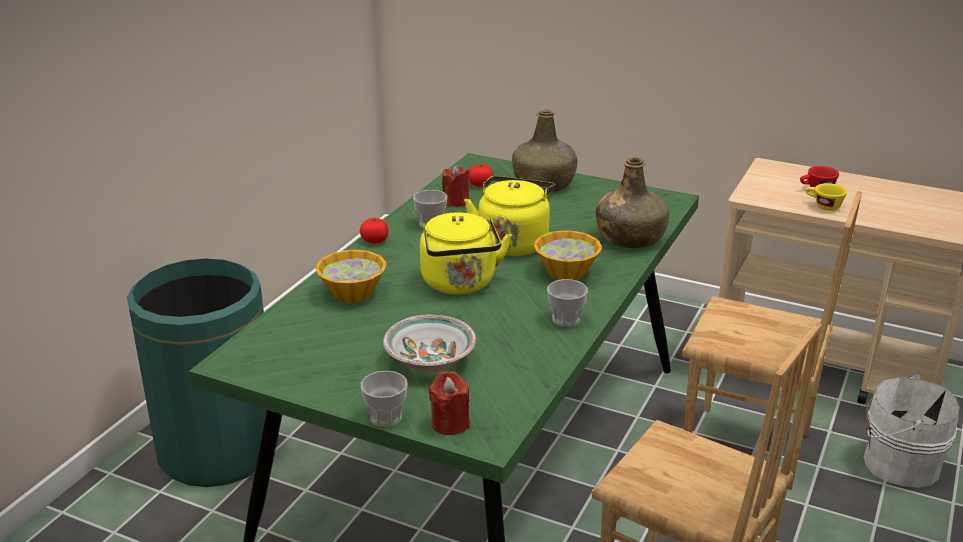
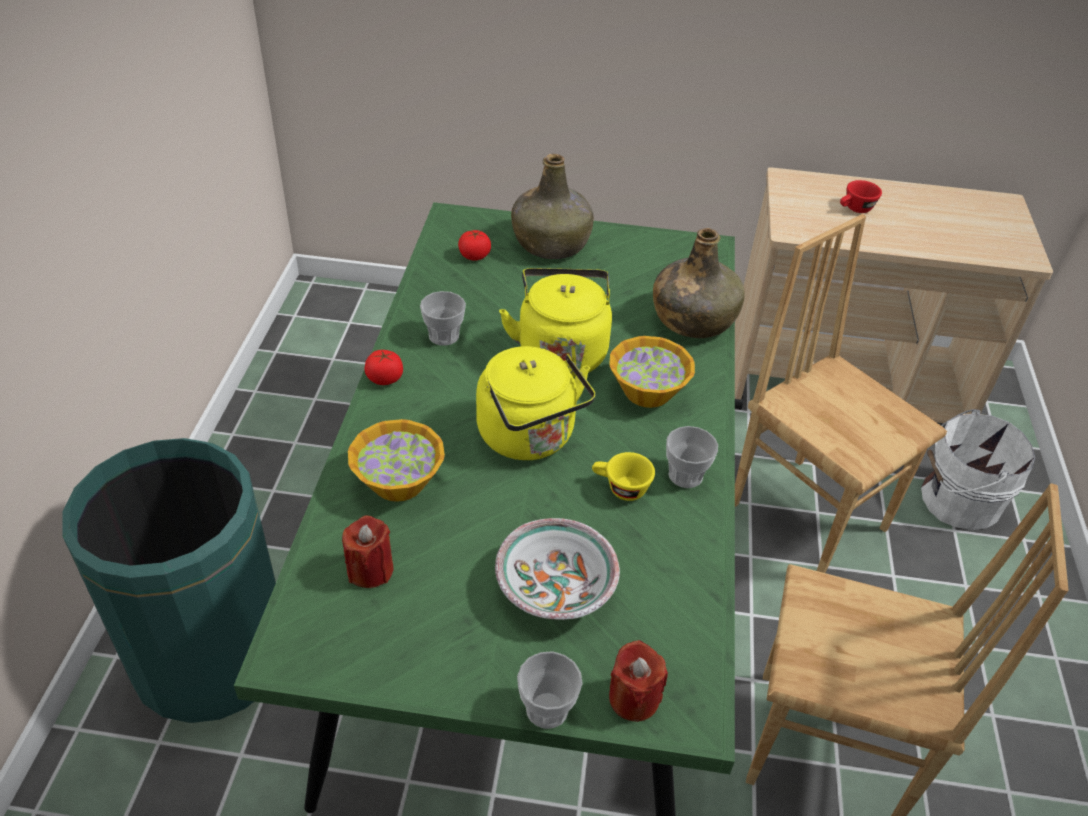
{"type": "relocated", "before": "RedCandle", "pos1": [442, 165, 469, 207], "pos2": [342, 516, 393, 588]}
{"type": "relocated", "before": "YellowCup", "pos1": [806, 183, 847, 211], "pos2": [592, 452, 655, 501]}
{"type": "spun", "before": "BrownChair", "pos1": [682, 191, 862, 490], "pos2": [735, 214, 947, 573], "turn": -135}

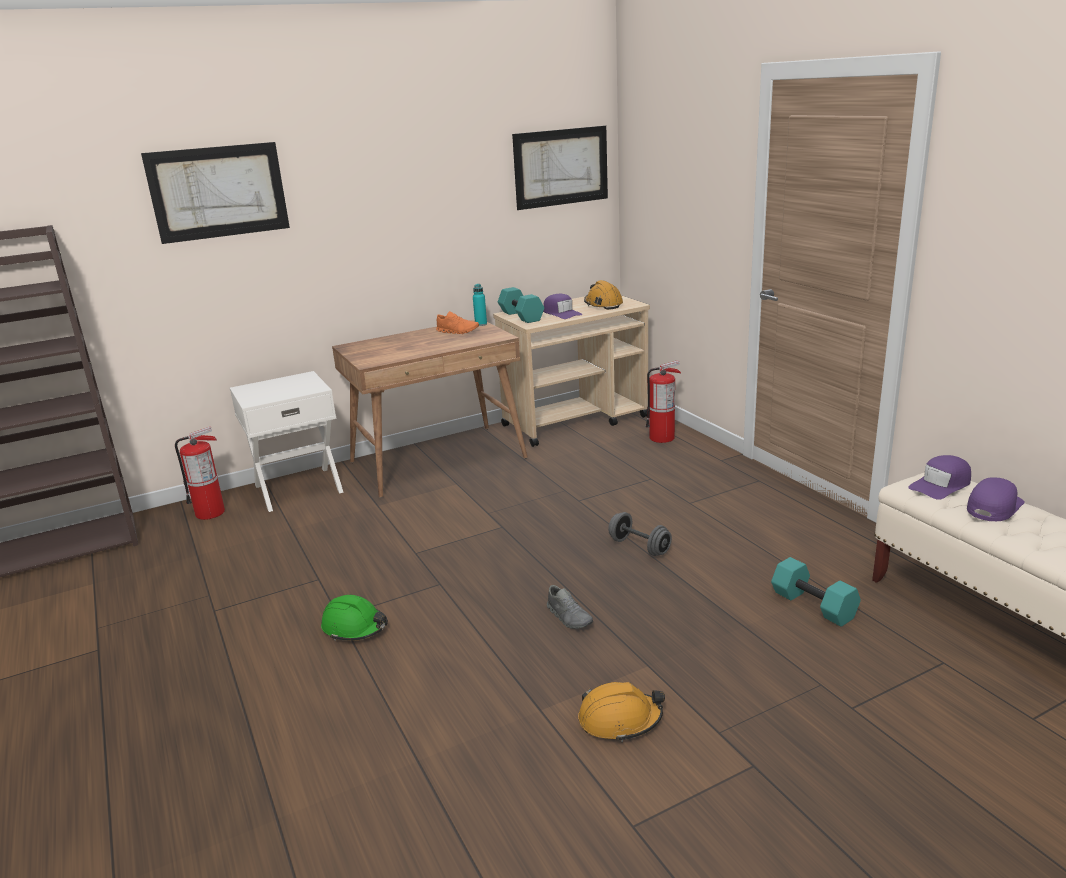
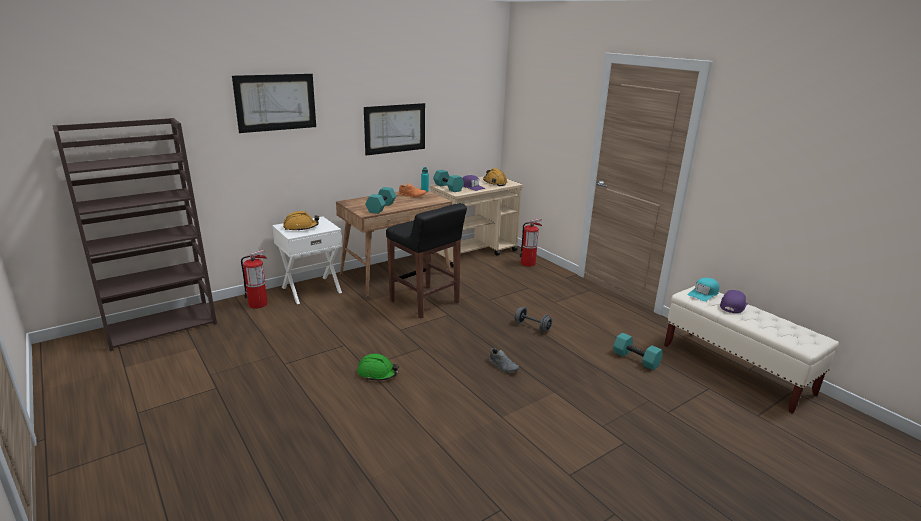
{"type": "appeared", "after": "TurquoiseDumbbell", "pos2": [365, 187, 396, 214]}
{"type": "appeared", "after": "BlackStool", "pos2": [386, 203, 467, 318]}
{"type": "relocated", "before": "Picture", "pos1": [512, 126, 608, 210], "pos2": [364, 103, 425, 156]}
{"type": "relocated", "before": "OrangeHardHat", "pos1": [578, 682, 665, 742], "pos2": [283, 211, 319, 231]}
{"type": "colour", "before": "PurpleCap", "after": "TurquoiseCap", "pos1": [908, 455, 971, 500], "pos2": [688, 278, 719, 301]}

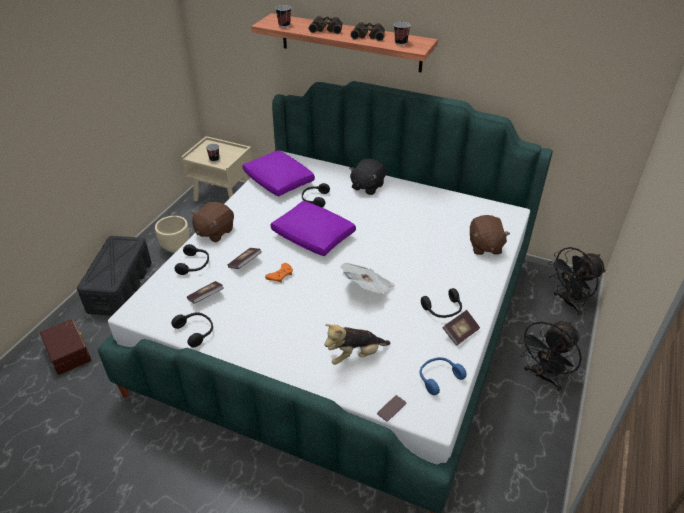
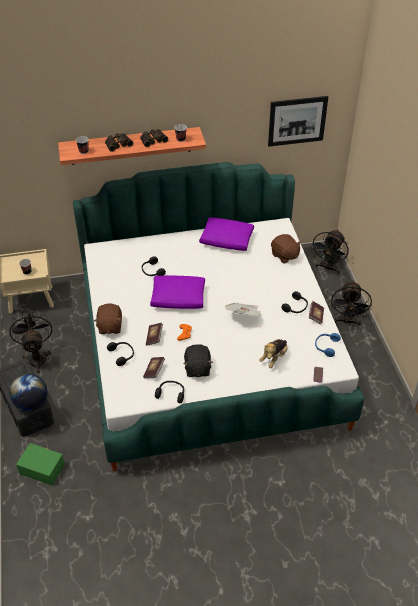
{"type": "appeared", "after": "Globe", "pos2": [9, 374, 48, 411]}
{"type": "appeared", "after": "Picture", "pos2": [268, 96, 328, 147]}
{"type": "relocated", "before": "PurplePillow", "pos1": [242, 150, 315, 197], "pos2": [199, 217, 254, 251]}
{"type": "relocated", "before": "BlackPlushToy", "pos1": [349, 159, 386, 195], "pos2": [183, 344, 213, 377]}
{"type": "exchanged", "before": "BeigePlanter", "after": "BlackFan", "pos1": [155, 216, 189, 253], "pos2": [9, 310, 52, 373]}
{"type": "colour", "before": "BrownStorageBox", "after": "GreenStorageBox", "pos1": [40, 319, 91, 375], "pos2": [16, 443, 65, 485]}

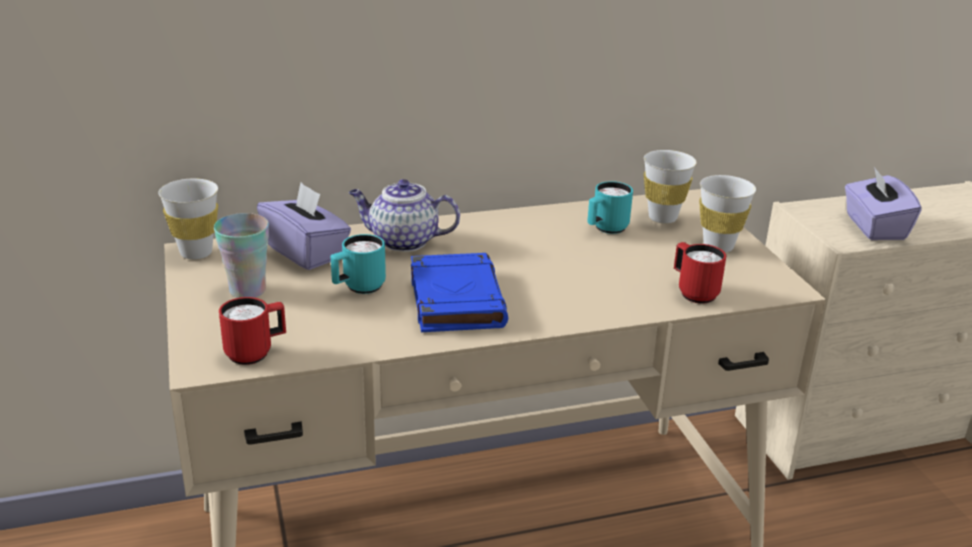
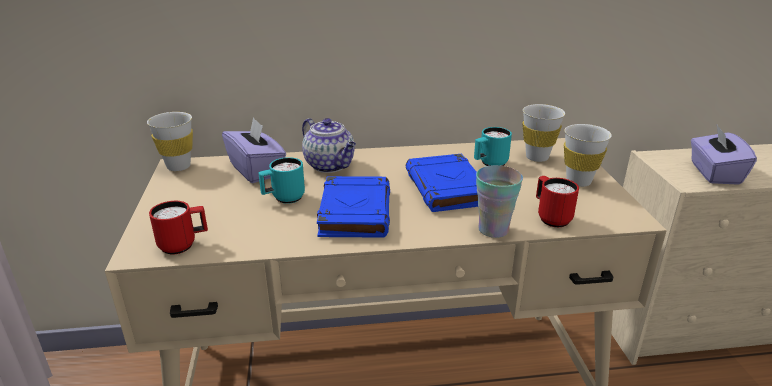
{"type": "appeared", "after": "BlueBook", "pos2": [406, 154, 478, 212]}
{"type": "relocated", "before": "Cup", "pos1": [214, 213, 269, 298], "pos2": [476, 165, 523, 238]}
{"type": "spun", "before": "Teapot", "pos1": [349, 179, 460, 252], "pos2": [302, 118, 356, 173], "turn": -150}

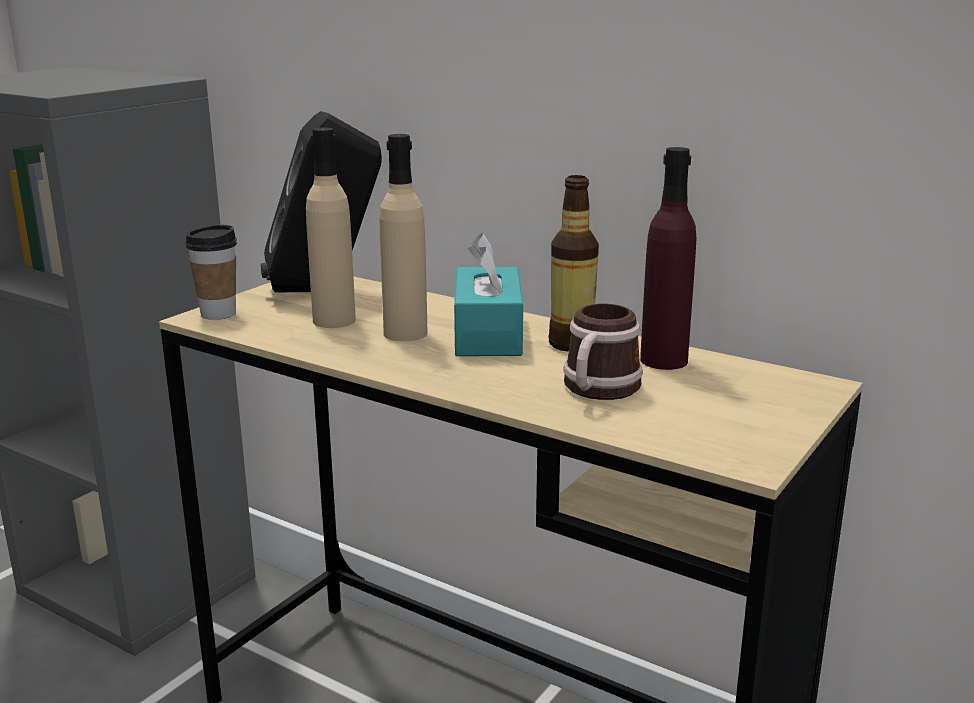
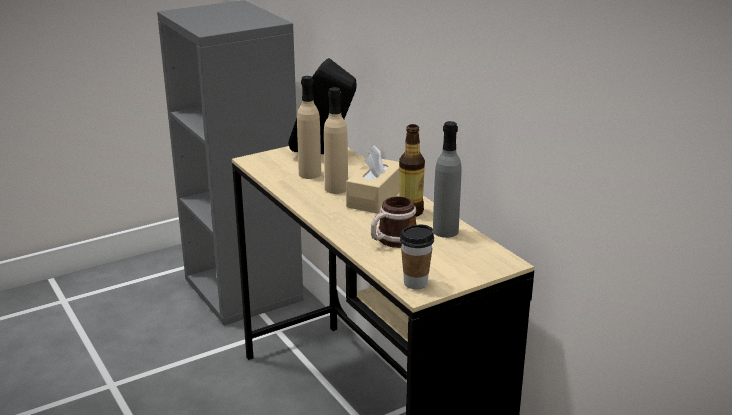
{"type": "relocated", "before": "Cup", "pos1": [185, 225, 237, 320], "pos2": [400, 225, 434, 289]}
{"type": "colour", "before": "TurquoiseTissueBox", "after": "BeigeTissueBox", "pos1": [454, 233, 523, 356], "pos2": [346, 145, 399, 214]}
{"type": "colour", "before": "PurpleBottle", "after": "GreyBottle", "pos1": [640, 147, 696, 370], "pos2": [433, 121, 462, 238]}

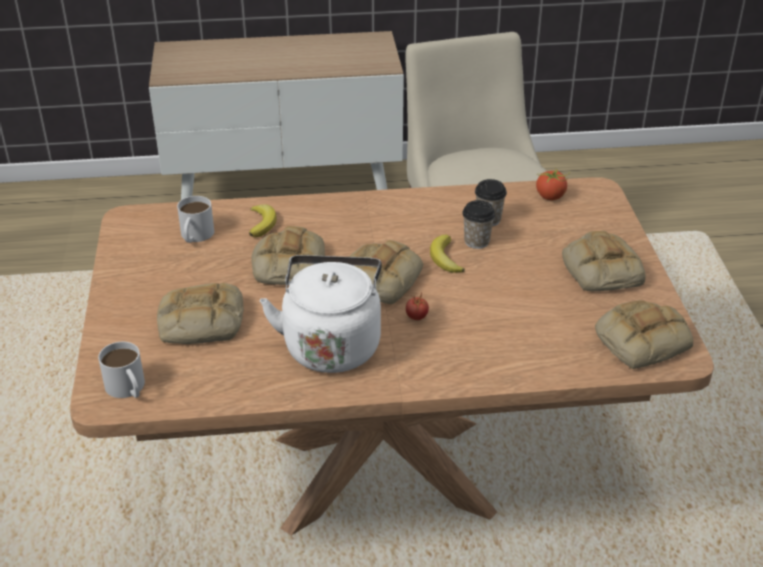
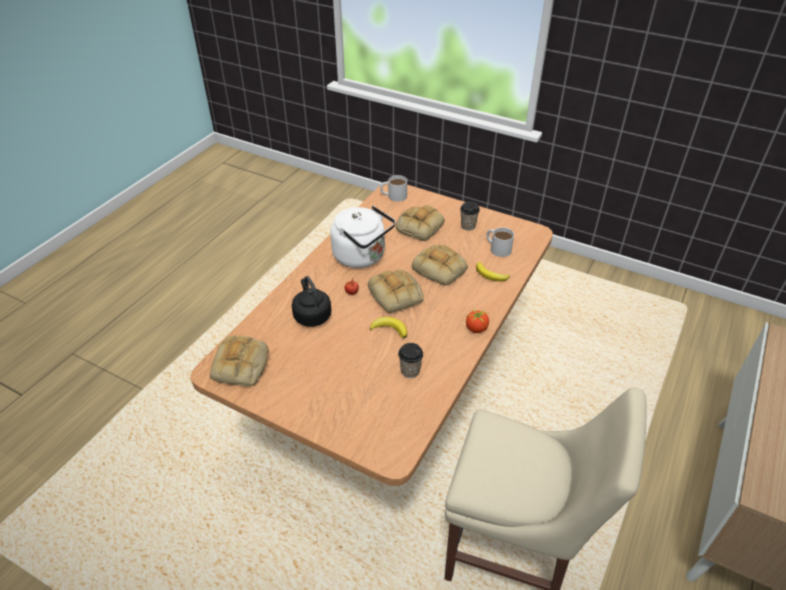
{"type": "missing", "before": "Bread", "pos1": [562, 231, 646, 291]}
{"type": "appeared", "after": "BlackKettle", "pos2": [292, 276, 331, 327]}
{"type": "relocated", "before": "Cup", "pos1": [462, 200, 495, 249], "pos2": [460, 201, 480, 230]}
{"type": "relocated", "before": "Tomato", "pos1": [536, 168, 570, 200], "pos2": [465, 308, 489, 333]}

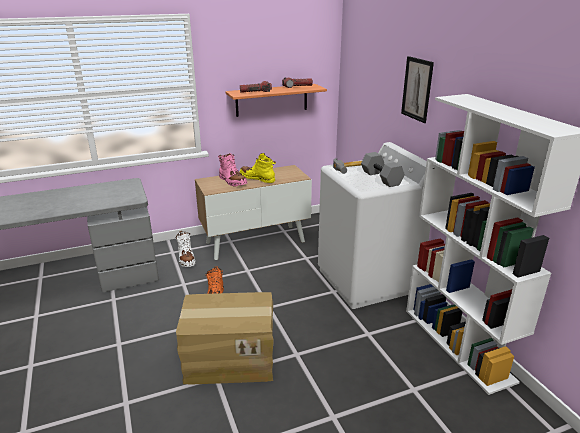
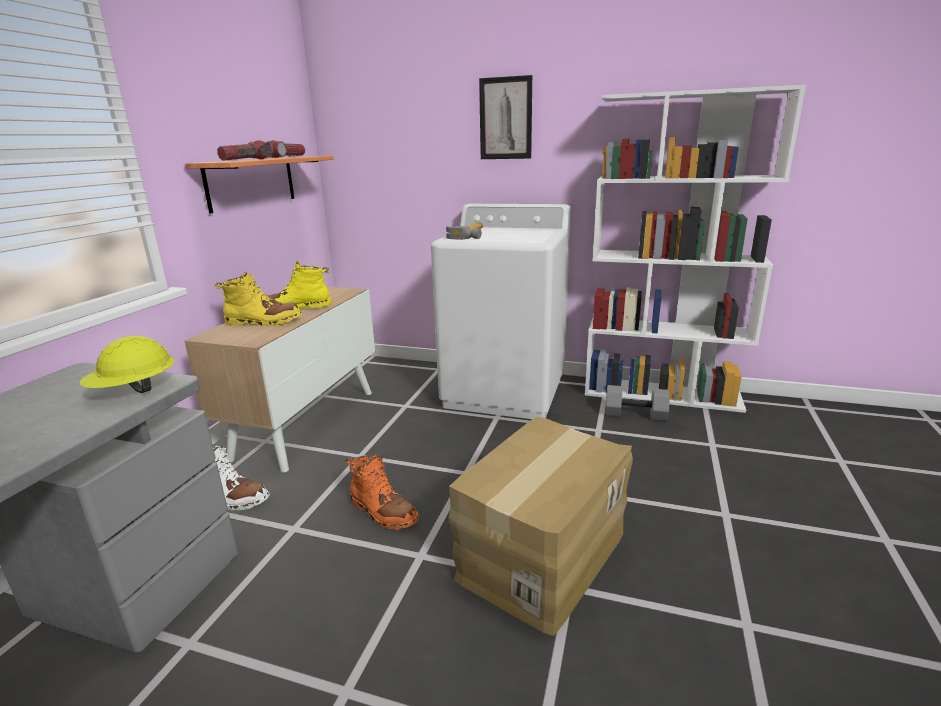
{"type": "appeared", "after": "YellowHardHat", "pos2": [79, 336, 175, 393]}
{"type": "relocated", "before": "GreyDumbbell", "pos1": [361, 152, 405, 187], "pos2": [605, 385, 670, 421]}
{"type": "colour", "before": "PinkBoot", "after": "YellowBoot", "pos1": [218, 153, 247, 186], "pos2": [214, 271, 302, 326]}

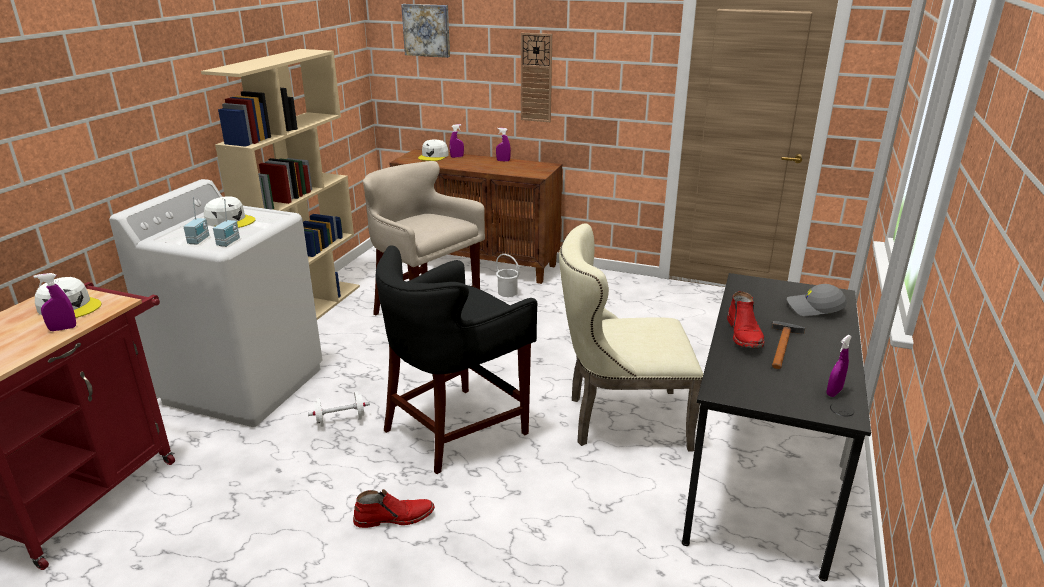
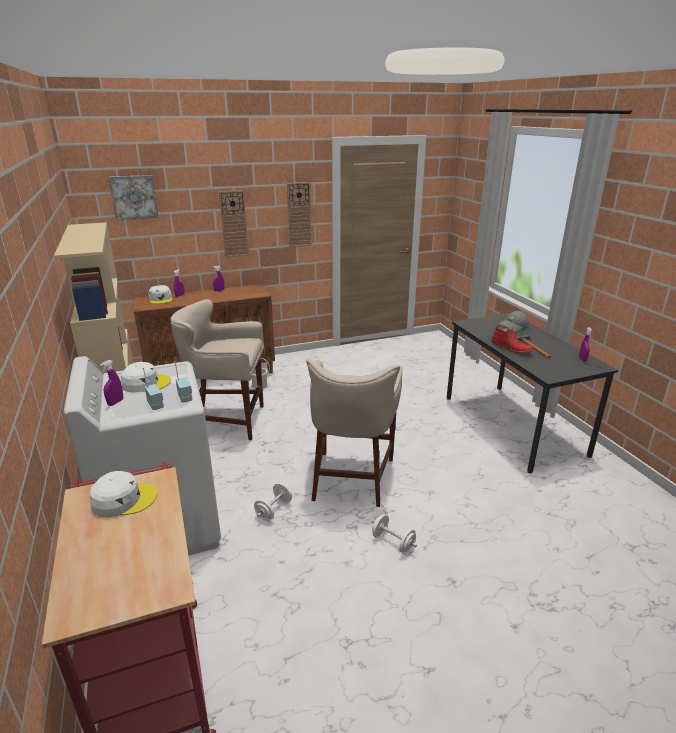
{"type": "missing", "before": "BeigeChair", "pos1": [559, 223, 703, 451]}
{"type": "appeared", "after": "WallClock", "pos2": [287, 182, 312, 247]}
{"type": "relocated", "before": "PurpleSprayBottle", "pos1": [34, 273, 76, 331], "pos2": [100, 360, 123, 406]}
{"type": "exchanged", "before": "RedBoot", "after": "WhiteDumbbell", "pos1": [353, 489, 435, 528], "pos2": [372, 514, 417, 554]}
{"type": "colour", "before": "BlackStool", "after": "BeigeStool", "pos1": [376, 246, 537, 474], "pos2": [306, 359, 403, 507]}

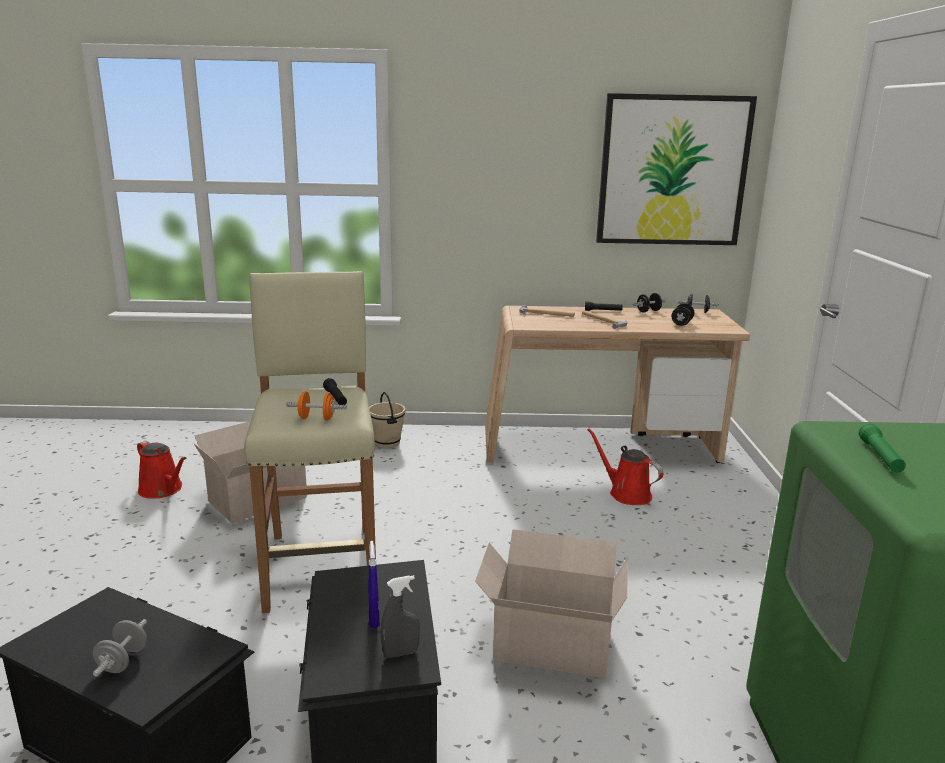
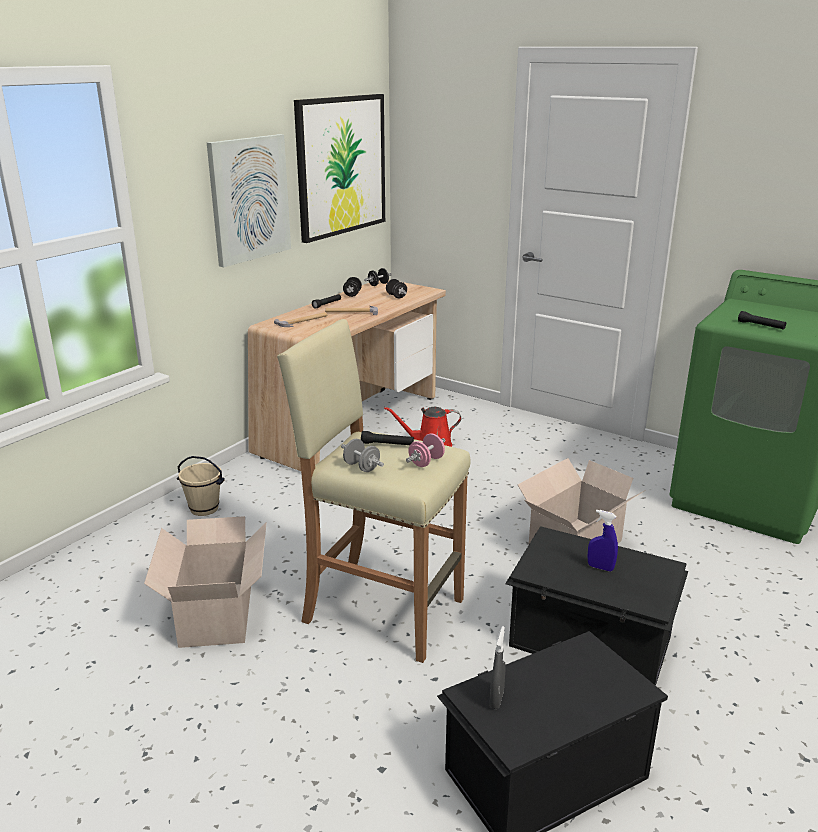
{"type": "missing", "before": "RedWateringCan", "pos1": [137, 441, 187, 499]}
{"type": "appeared", "after": "Picture", "pos2": [207, 134, 291, 267]}
{"type": "relocated", "before": "GreyDumbbell", "pos1": [93, 619, 147, 677], "pos2": [341, 439, 384, 472]}
{"type": "relocated", "before": "GreySprayBottle", "pos1": [381, 575, 420, 658], "pos2": [490, 626, 506, 709]}
{"type": "colour", "before": "OrangeDumbbell", "after": "PinkDumbbell", "pos1": [286, 391, 347, 421], "pos2": [406, 434, 445, 467]}
{"type": "colour", "before": "GreenFlashlight", "after": "BlackFlashlight", "pos1": [859, 424, 906, 473], "pos2": [738, 311, 786, 330]}

